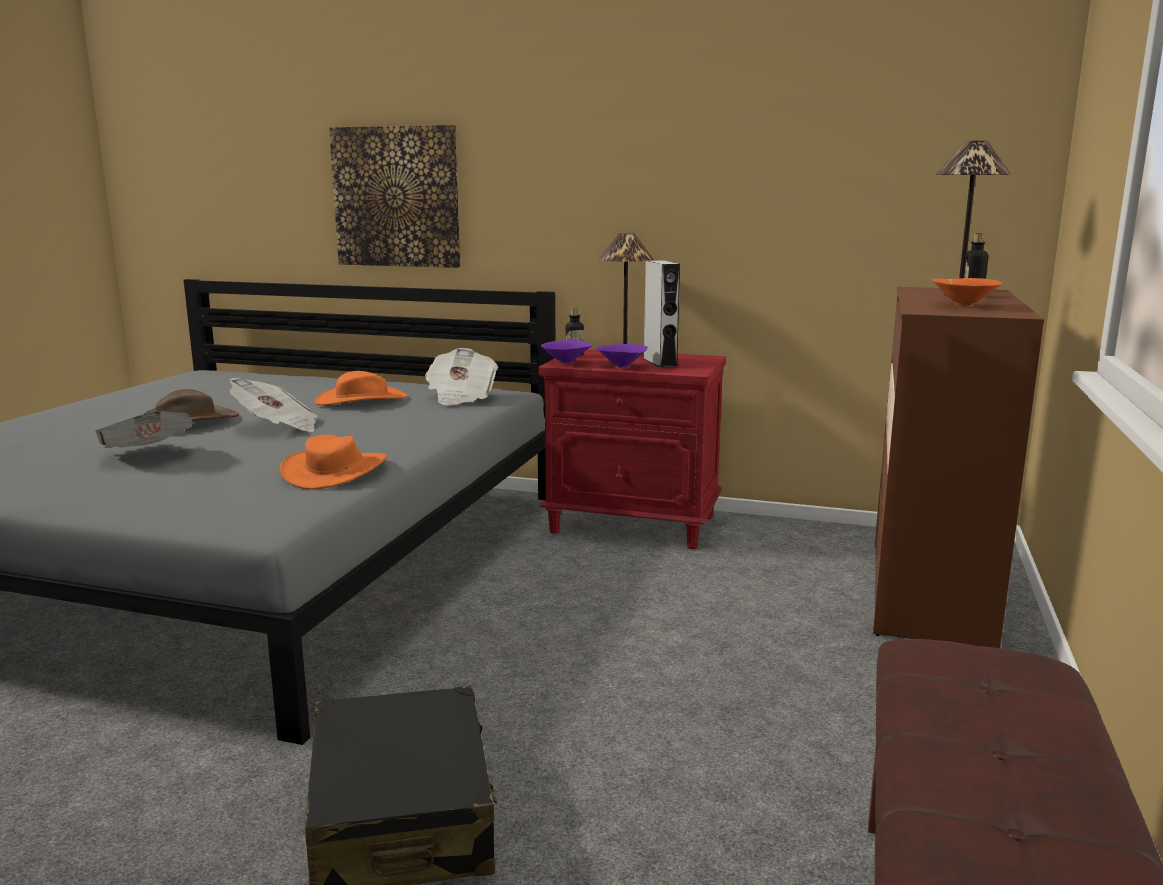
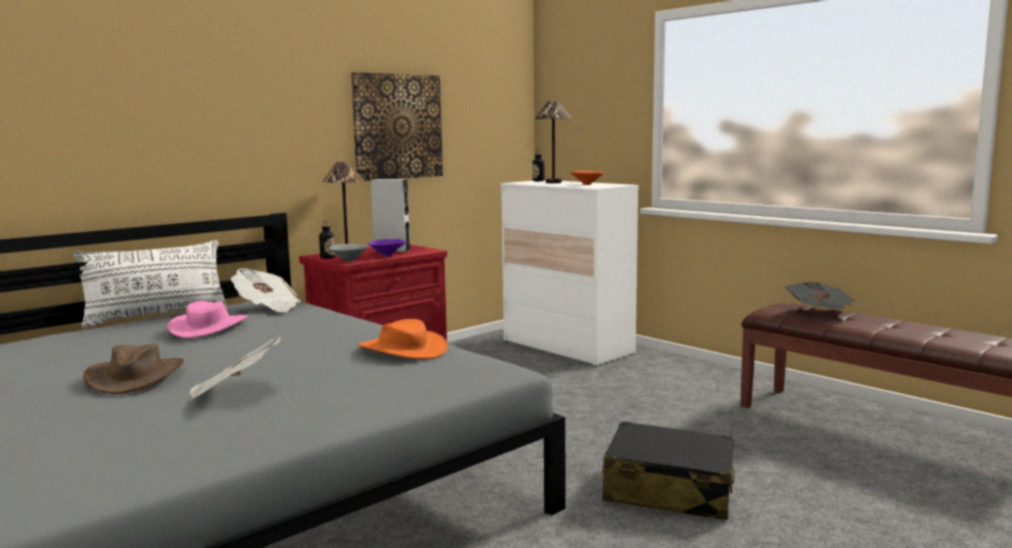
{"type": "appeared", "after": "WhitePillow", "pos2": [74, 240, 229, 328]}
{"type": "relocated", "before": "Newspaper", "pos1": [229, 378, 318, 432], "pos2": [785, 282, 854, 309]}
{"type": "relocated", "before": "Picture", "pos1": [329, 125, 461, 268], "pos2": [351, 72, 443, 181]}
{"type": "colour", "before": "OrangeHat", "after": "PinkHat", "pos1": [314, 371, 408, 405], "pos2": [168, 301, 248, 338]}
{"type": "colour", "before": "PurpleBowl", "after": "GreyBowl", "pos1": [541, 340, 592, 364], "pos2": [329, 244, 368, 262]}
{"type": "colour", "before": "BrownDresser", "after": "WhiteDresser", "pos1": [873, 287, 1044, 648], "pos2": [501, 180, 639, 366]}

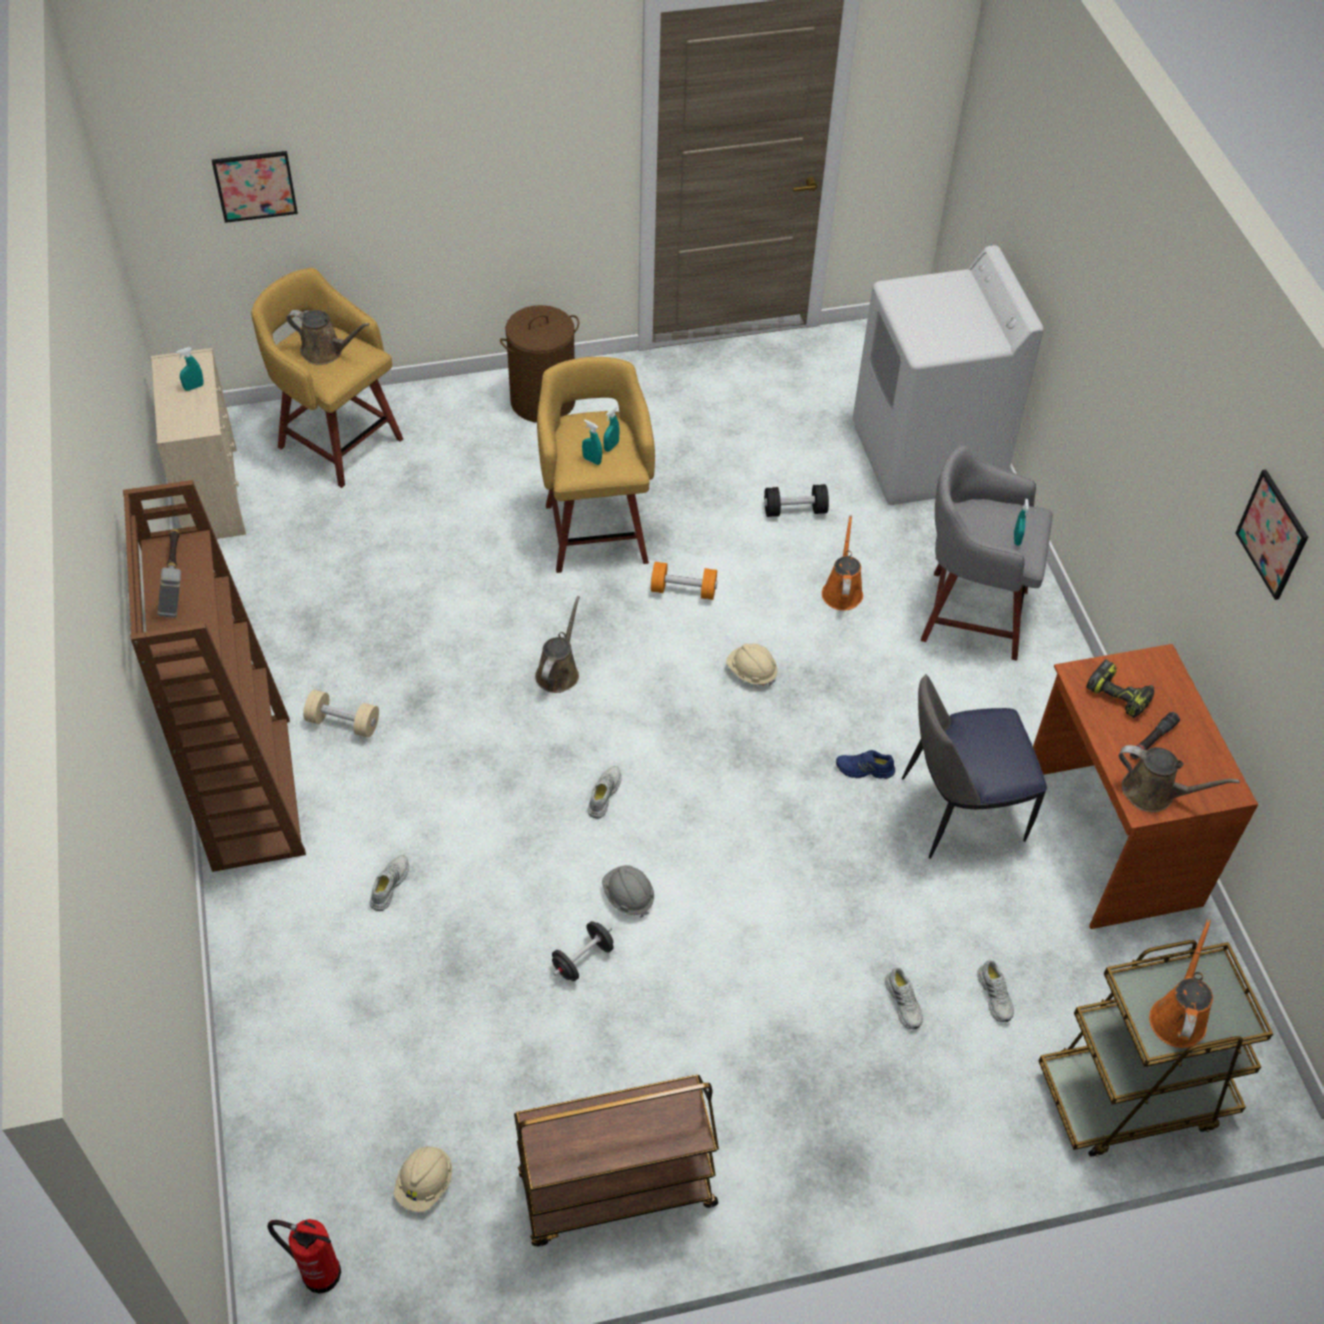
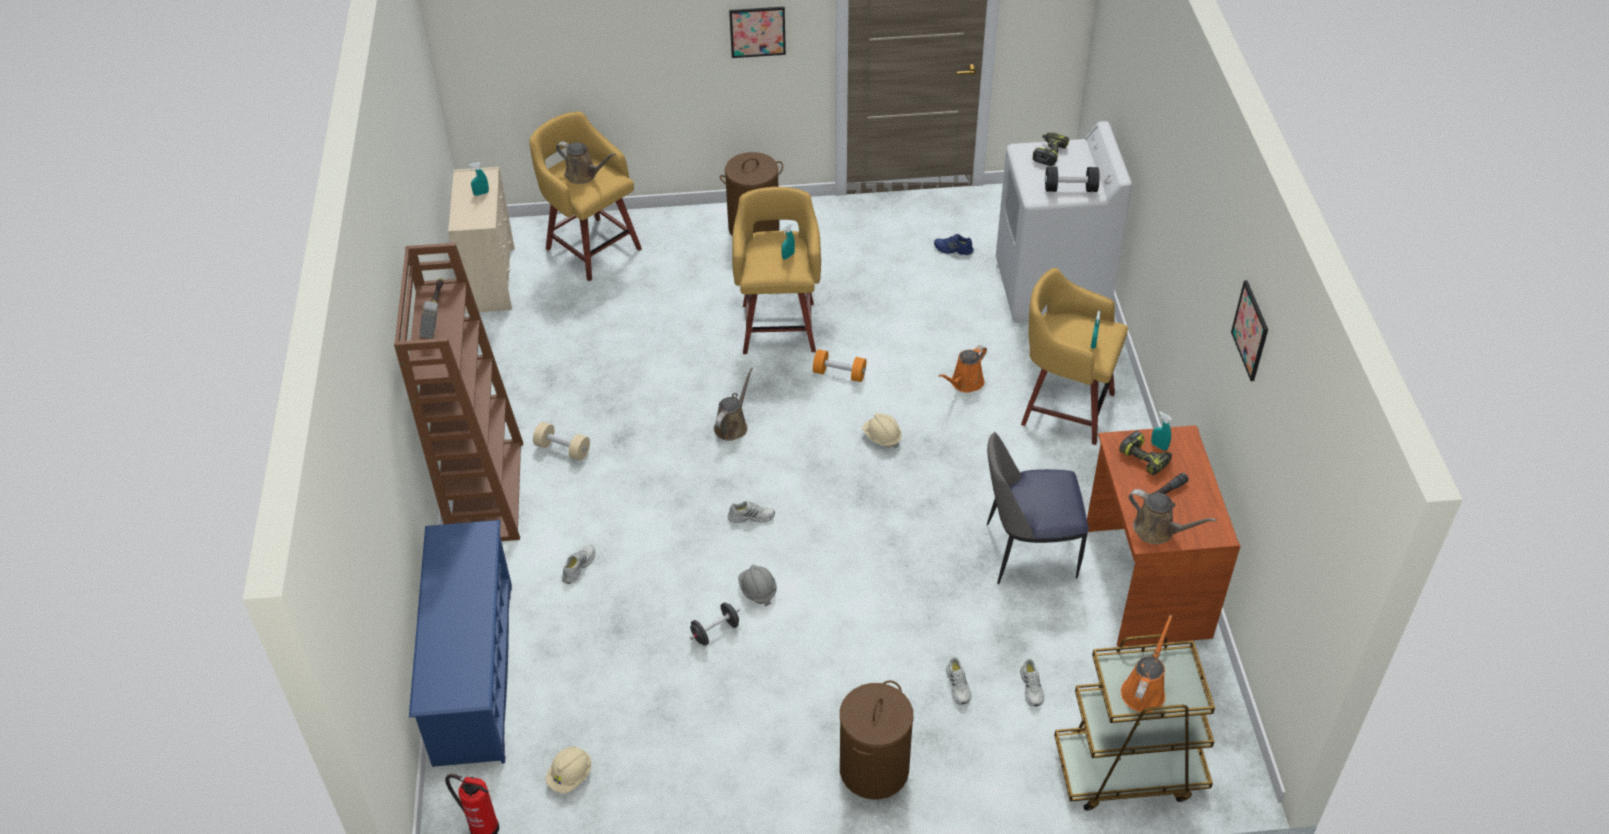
{"type": "missing", "before": "BrownCart", "pos1": [514, 1075, 719, 1246]}
{"type": "appeared", "after": "BlueShoeRack", "pos2": [409, 520, 512, 767]}
{"type": "appeared", "after": "BrownLaundryBasket", "pos2": [840, 680, 913, 799]}
{"type": "appeared", "after": "PowerDrill", "pos2": [1033, 132, 1069, 166]}
{"type": "relocated", "before": "Picture", "pos1": [212, 151, 298, 223], "pos2": [729, 7, 786, 58]}
{"type": "relocated", "before": "TurquoiseSprayBottle", "pos1": [582, 420, 602, 465], "pos2": [1151, 412, 1172, 451]}
{"type": "relocated", "before": "BlackDumbbell", "pos1": [764, 484, 829, 517], "pos2": [1045, 167, 1100, 192]}
{"type": "relocated", "before": "BlueShoe", "pos1": [836, 750, 895, 779], "pos2": [934, 234, 974, 255]}
{"type": "colour", "before": "GreyStool", "after": "YellowStool", "pos1": [921, 445, 1053, 661], "pos2": [1021, 268, 1128, 445]}
{"type": "spun", "before": "WhiteShoe", "pos1": [587, 766, 621, 819], "pos2": [728, 501, 775, 523], "turn": 60}
{"type": "spun", "before": "OrangeWateringCan", "pos1": [822, 515, 863, 611], "pos2": [938, 345, 987, 393], "turn": -150}

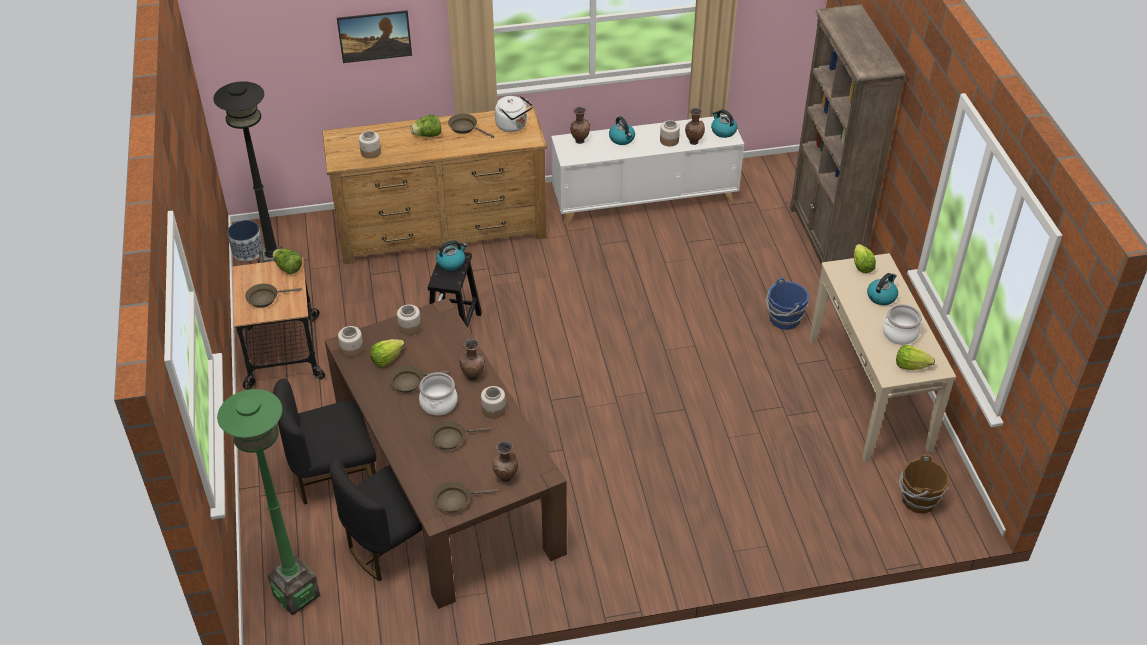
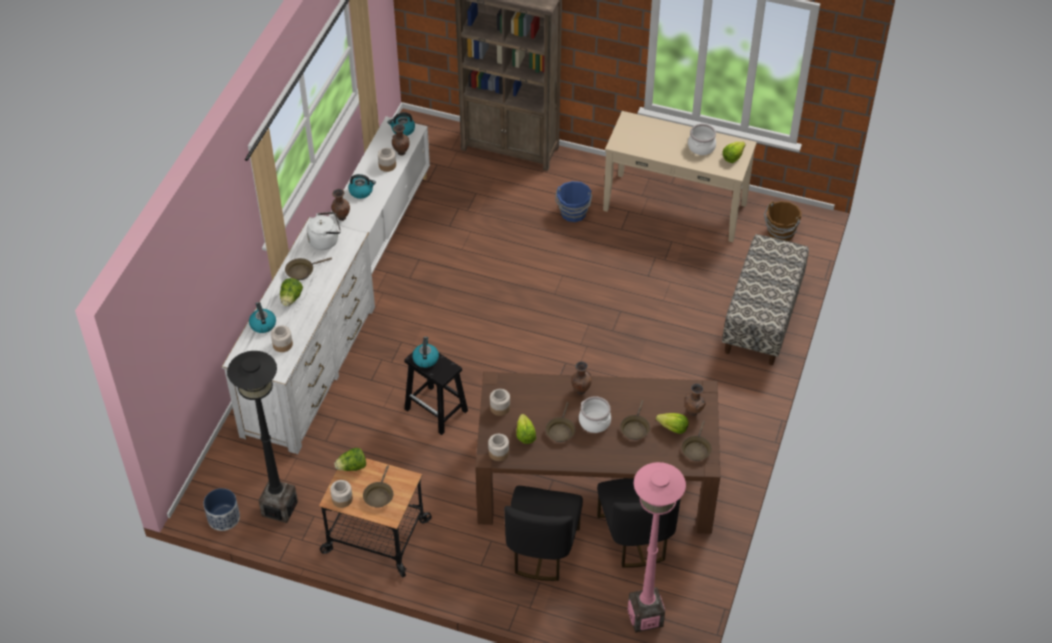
{"type": "missing", "before": "Picture", "pos1": [337, 10, 412, 63]}
{"type": "appeared", "after": "Bench", "pos2": [722, 234, 809, 365]}
{"type": "relocated", "before": "Jar", "pos1": [481, 386, 506, 419], "pos2": [330, 480, 353, 508]}
{"type": "relocated", "before": "Lettuce", "pos1": [854, 244, 876, 273], "pos2": [656, 413, 688, 434]}
{"type": "relocated", "before": "Kettle", "pos1": [867, 273, 898, 305], "pos2": [249, 302, 276, 333]}
{"type": "colour", "before": "GreenFloorLamp", "after": "PinkFloorLamp", "pos1": [217, 389, 320, 615], "pos2": [628, 462, 686, 632]}
{"type": "colour", "before": "BrownDresser", "after": "WhiteDresser", "pos1": [322, 106, 547, 264], "pos2": [222, 217, 375, 454]}

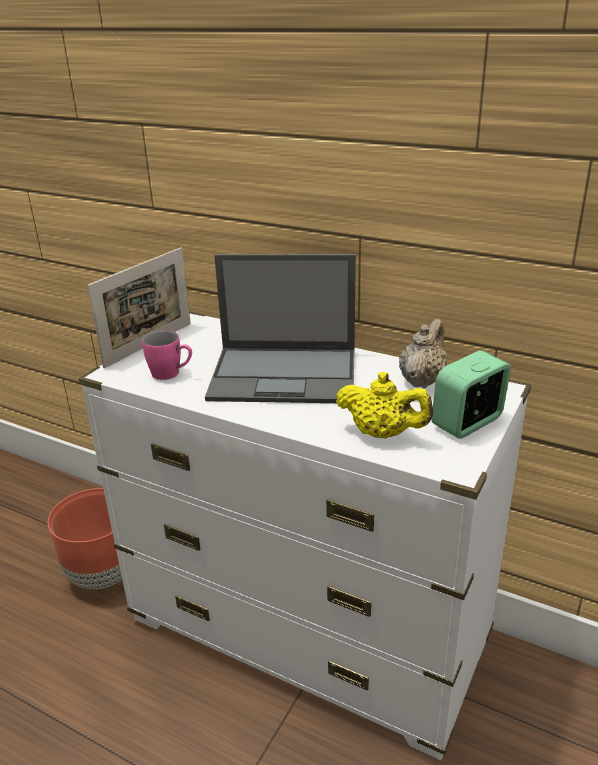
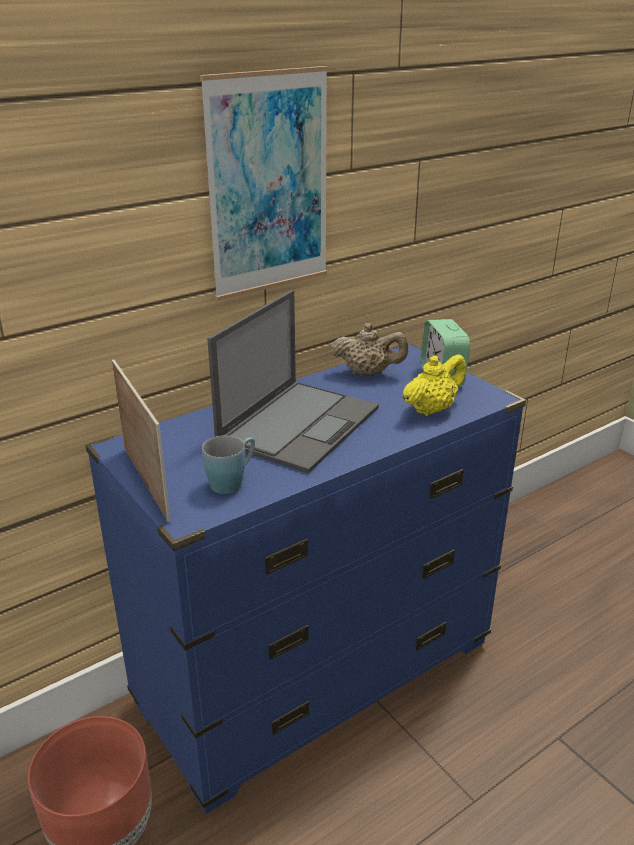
{"type": "appeared", "after": "Picture", "pos2": [200, 66, 329, 301]}
{"type": "colour", "before": "WhiteDresser", "after": "BlueDresser", "pos1": [78, 311, 531, 760], "pos2": [85, 342, 526, 814]}
{"type": "colour", "before": "PinkMug", "after": "BlueMug", "pos1": [142, 330, 192, 380], "pos2": [202, 435, 255, 494]}
{"type": "spun", "before": "BeigeTeapot", "pos1": [399, 319, 448, 389], "pos2": [331, 323, 408, 376], "turn": 135}

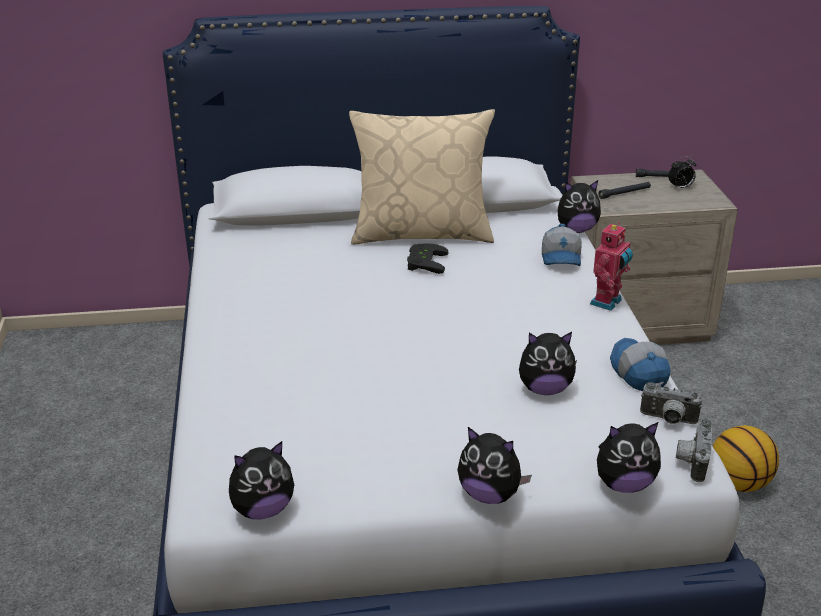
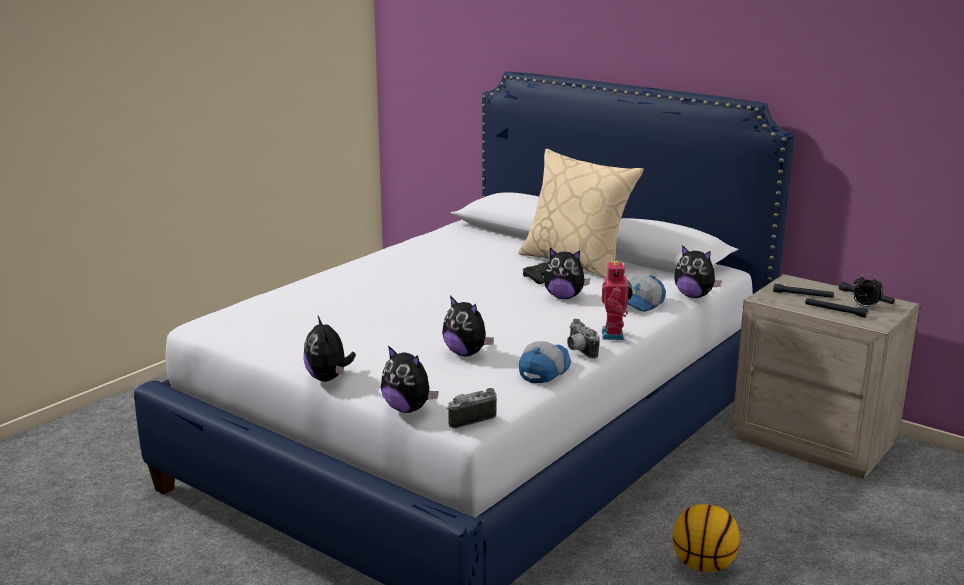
{"type": "appeared", "after": "BlackFlashlight", "pos2": [805, 298, 868, 318]}
{"type": "relocated", "before": "PlushToy", "pos1": [229, 441, 294, 519], "pos2": [544, 248, 590, 299]}
{"type": "relocated", "before": "PhotoCamera", "pos1": [640, 382, 702, 424], "pos2": [567, 319, 600, 359]}
{"type": "spun", "before": "ToyRobot", "pos1": [590, 222, 633, 311], "pos2": [602, 259, 633, 340], "turn": -75}

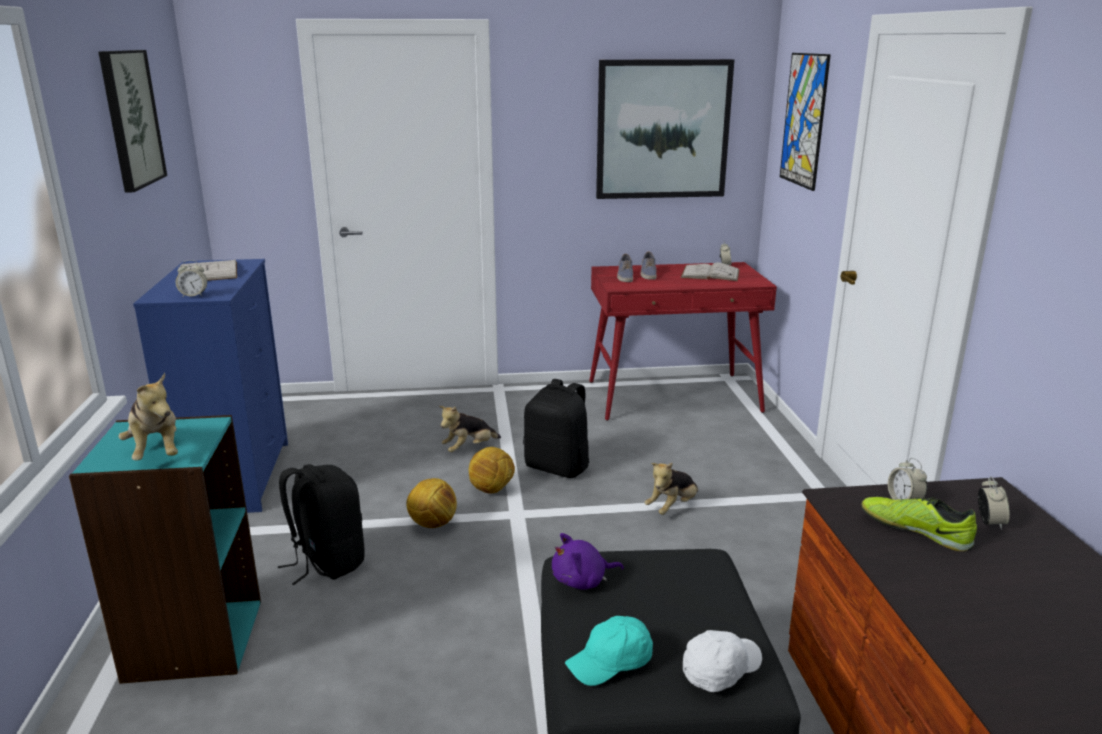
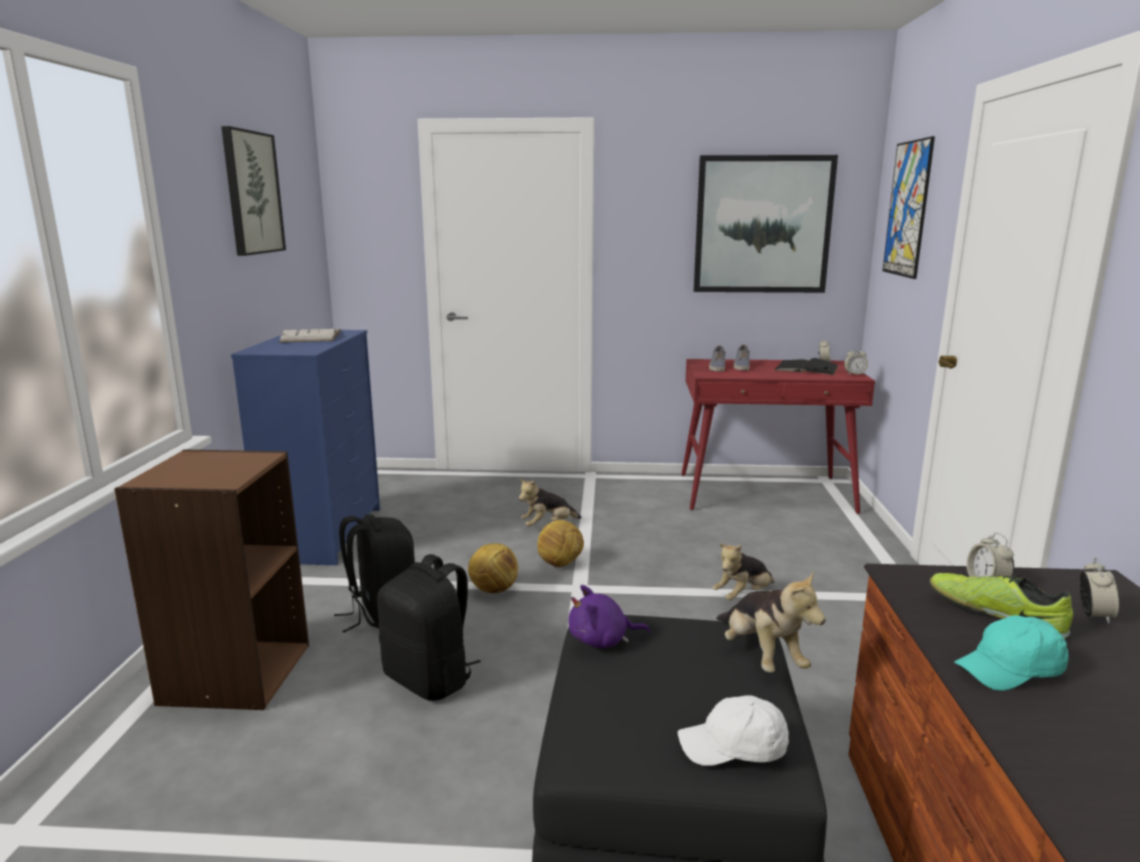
{"type": "relocated", "before": "PlushToy", "pos1": [119, 373, 178, 460], "pos2": [716, 571, 826, 673]}
{"type": "relocated", "before": "AlarmClock", "pos1": [176, 260, 207, 297], "pos2": [844, 347, 868, 375]}
{"type": "relocated", "before": "BlackBackpack", "pos1": [523, 379, 589, 478], "pos2": [377, 554, 481, 701]}
{"type": "relocated", "before": "TurquoiseCap", "pos1": [565, 616, 653, 686], "pos2": [954, 615, 1068, 691]}
{"type": "colour", "before": "TurquoiseBookcase", "after": "BrownBookcase", "pos1": [69, 415, 261, 684], "pos2": [114, 449, 309, 710]}
{"type": "colour", "before": "WhiteBook", "after": "BlackBook", "pos1": [681, 262, 740, 281], "pos2": [775, 358, 838, 375]}
{"type": "spun", "before": "WhiteCap", "pos1": [683, 630, 762, 692], "pos2": [678, 695, 789, 766], "turn": -150}

